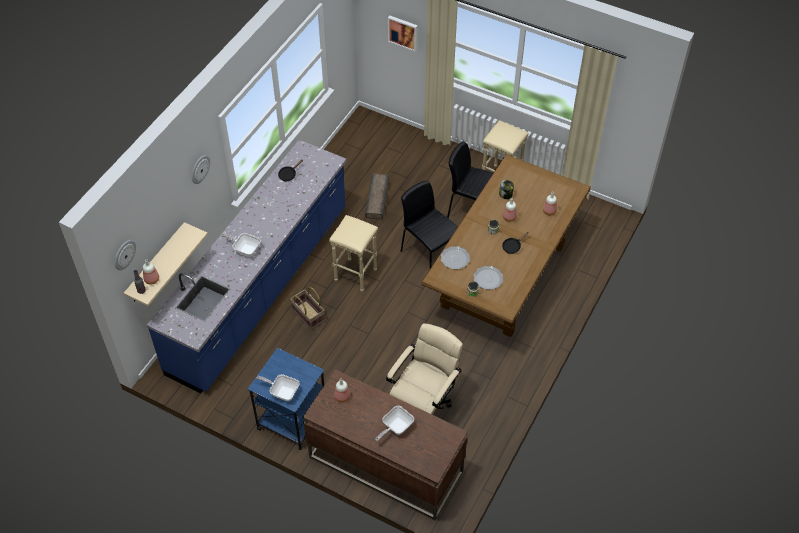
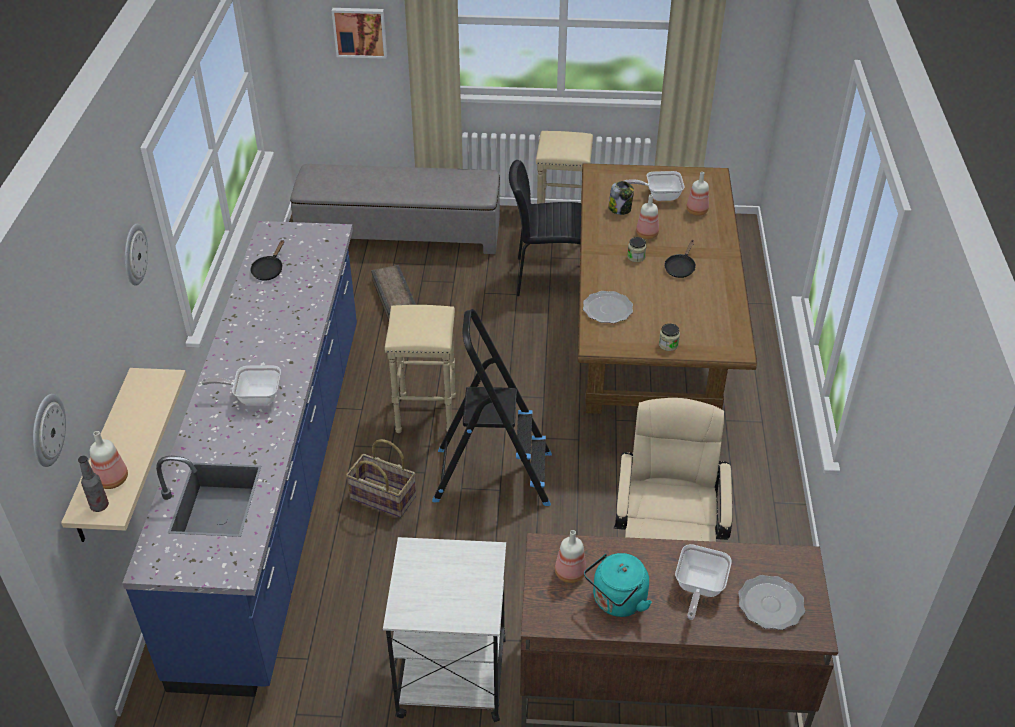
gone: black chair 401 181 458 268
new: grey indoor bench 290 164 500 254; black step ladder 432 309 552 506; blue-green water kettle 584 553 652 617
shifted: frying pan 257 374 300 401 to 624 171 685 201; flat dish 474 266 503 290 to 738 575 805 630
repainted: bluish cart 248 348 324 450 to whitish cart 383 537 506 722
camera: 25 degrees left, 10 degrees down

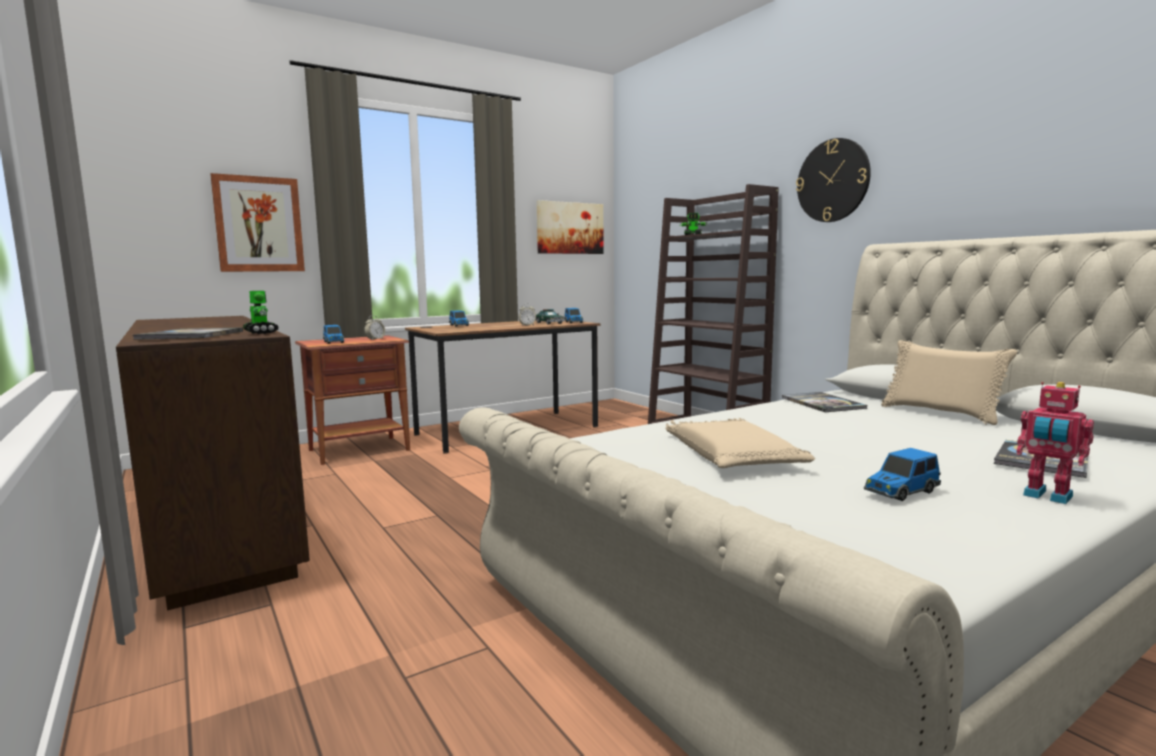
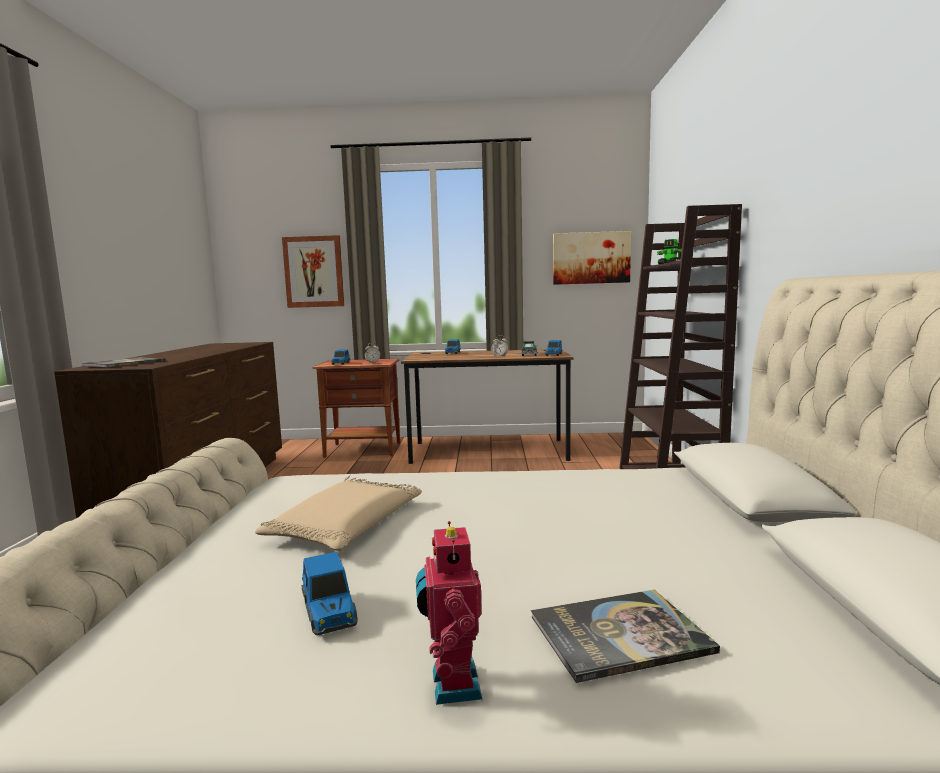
gone: robot figure 243 291 279 334; book 782 392 867 412; hanging clock 796 138 871 222; sand-coloured throw pillow 881 340 1017 425
rotated: model car 864 448 941 501 = 302 552 358 635 120 degrees counterclockwise
camera: 35 degrees right, 0 degrees up

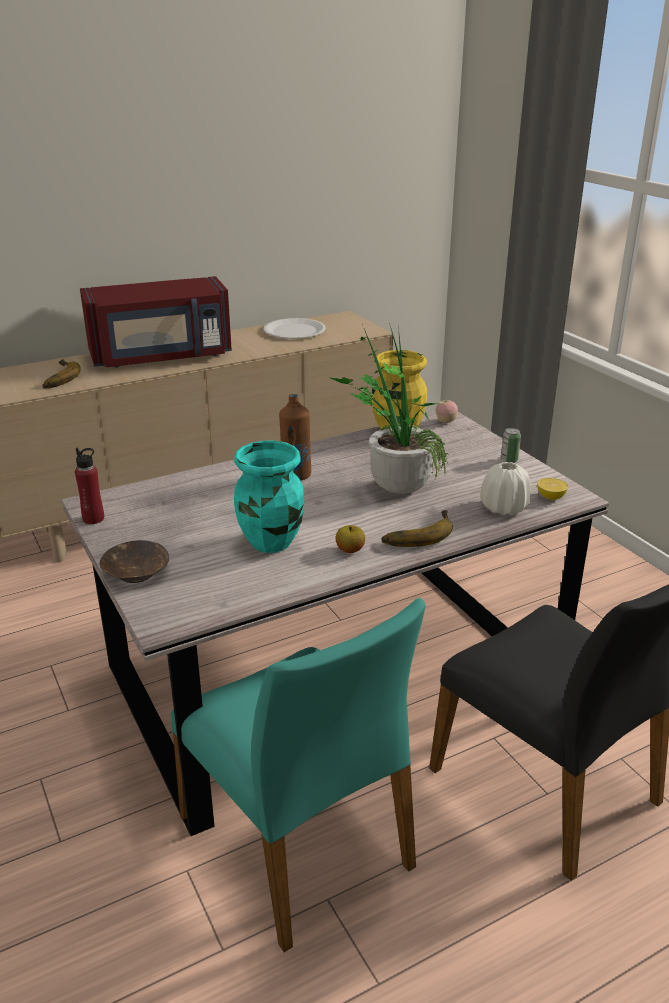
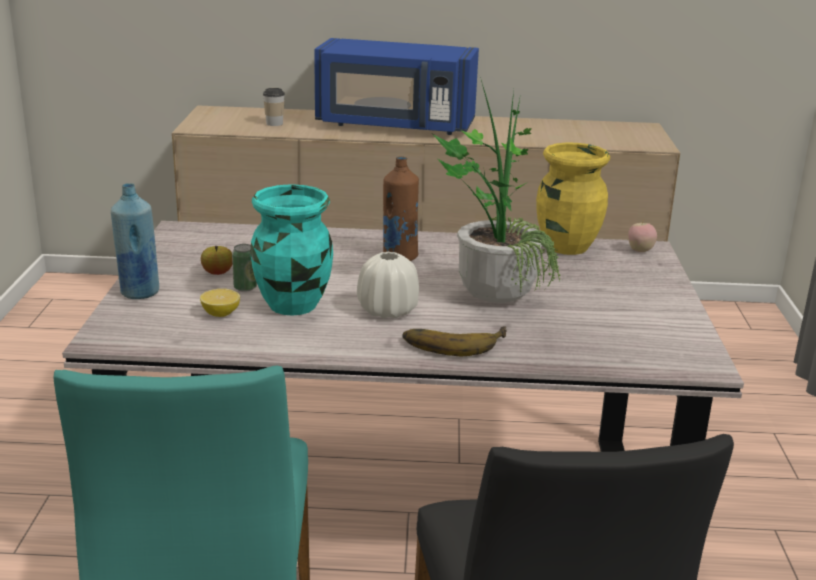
gone: red bottle 75 448 104 524; whitish flat dish 264 318 326 339
shifted: whole apple 335 525 365 553 to 201 246 232 275; whitish flower vase 480 462 531 515 to 357 252 419 318; can 501 428 521 463 to 232 244 257 292; lemon 537 478 568 500 to 200 289 240 317
swapped: banana 42 359 81 389 to small cup 263 88 285 126; brown-coloured bowl 100 540 169 583 to bluish bottle 111 183 159 299
repainted: red microwave 80 276 232 368 to bluish microwave 314 38 479 135
camera: 30 degrees right, 5 degrees down

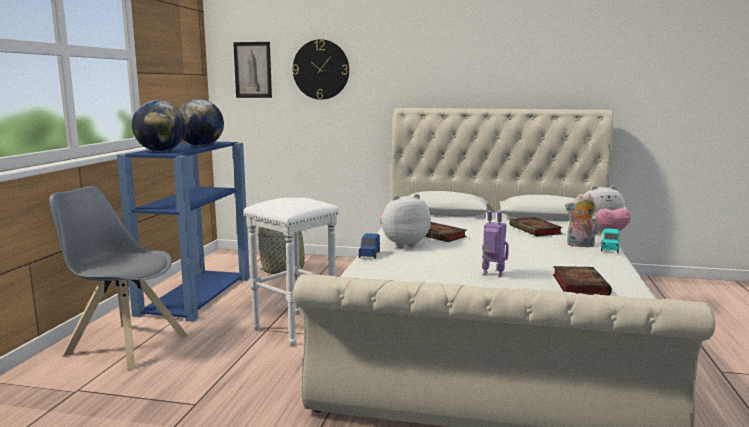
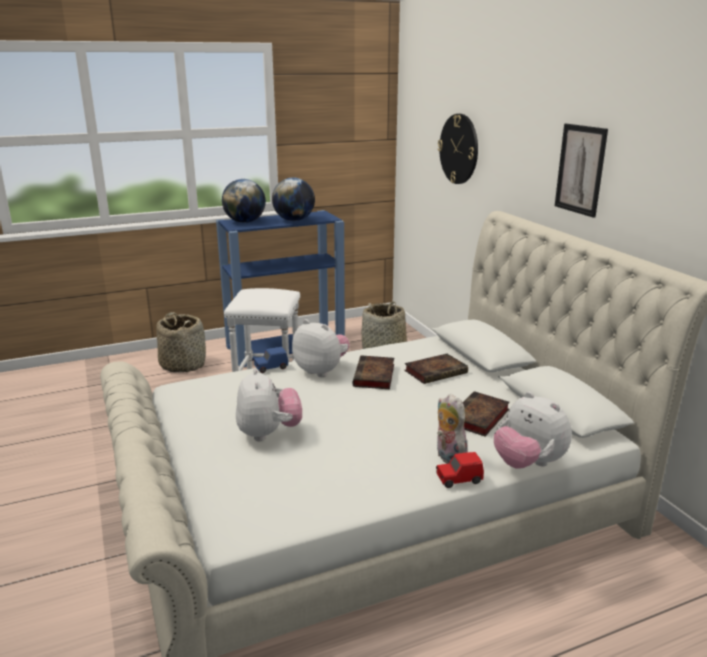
shifted: wall picture 233 42 272 98 to 555 124 608 218; book 553 266 612 295 to 404 354 468 384
swapped: grey chair 49 186 188 370 to storage basket 156 312 206 373; robot figure 482 210 509 278 to plush toy 236 368 302 441
repainted: blue-green model car 601 228 619 253 to red model car 436 452 484 488
camera: 55 degrees right, 10 degrees up

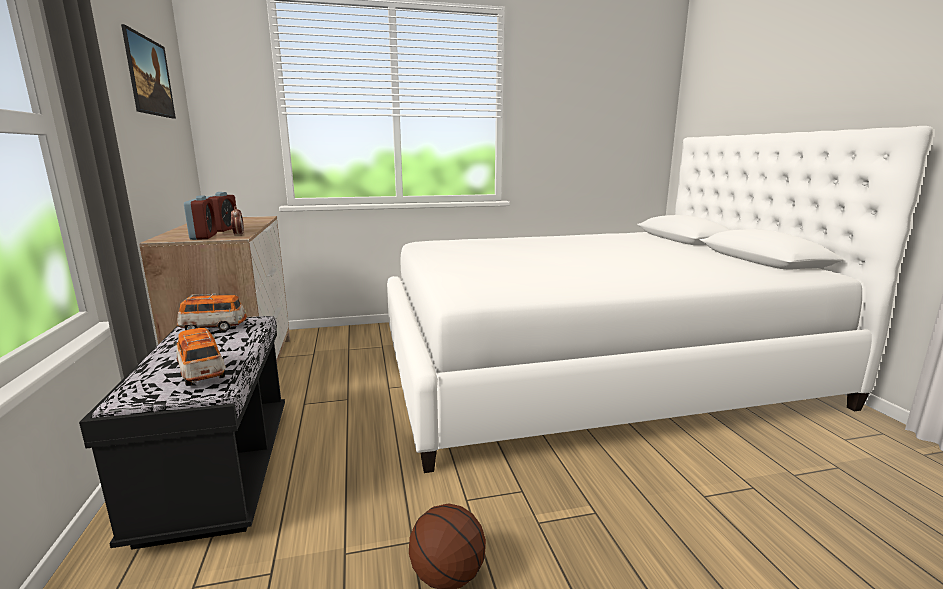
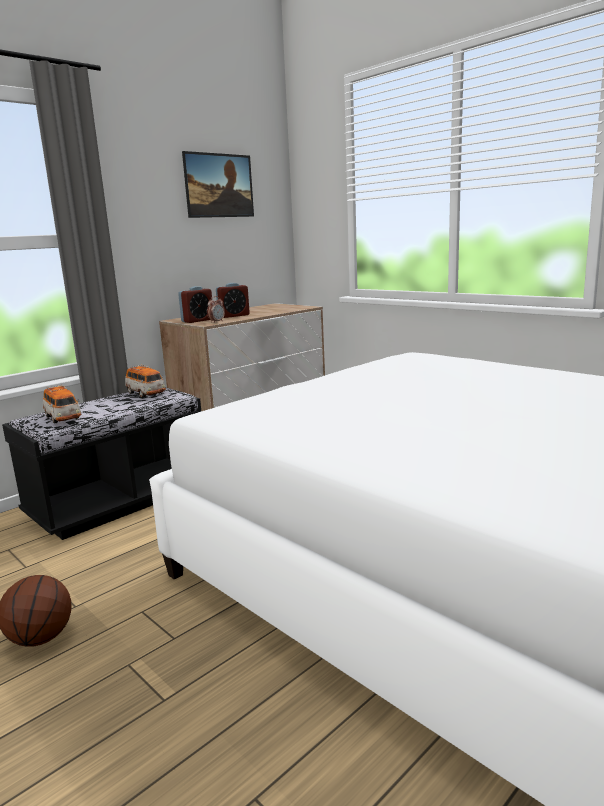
rotated: model car 173 328 226 386 = 43 385 81 424 120 degrees clockwise
camera: 60 degrees right, 0 degrees up

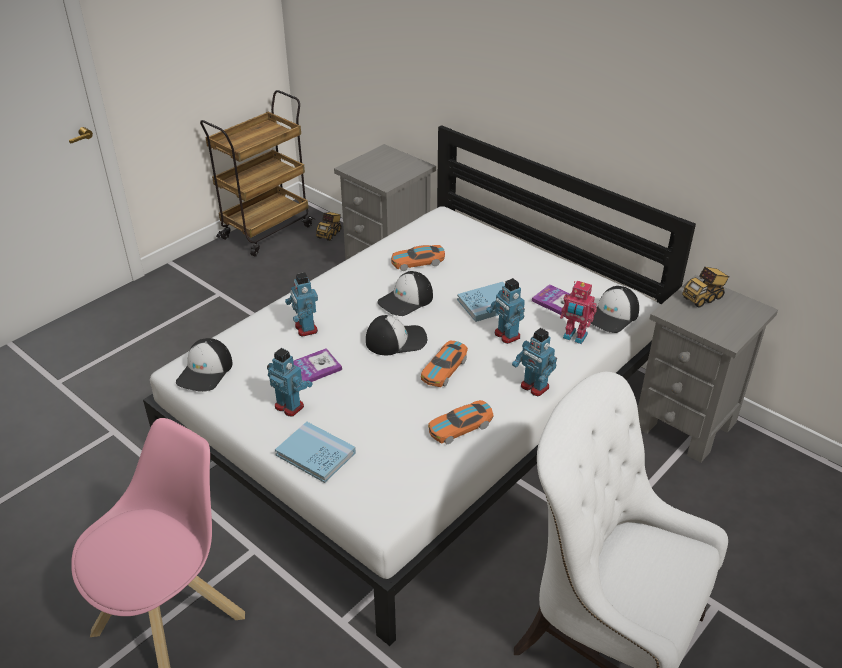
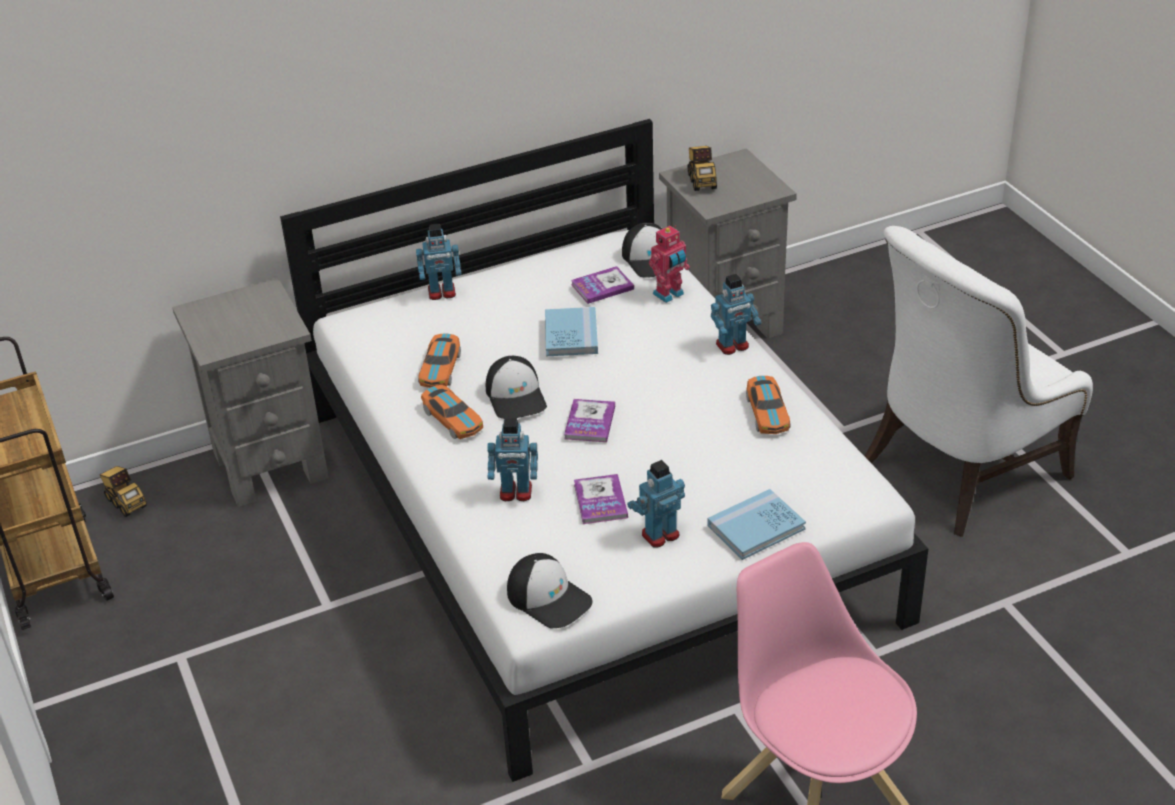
shifted: model car 421 341 468 387 to 421 385 483 439; robot figure 486 278 525 344 to 416 224 462 300
swapped: peaked cap 366 315 427 355 to book 564 399 615 442
camera: 65 degrees left, 0 degrees up

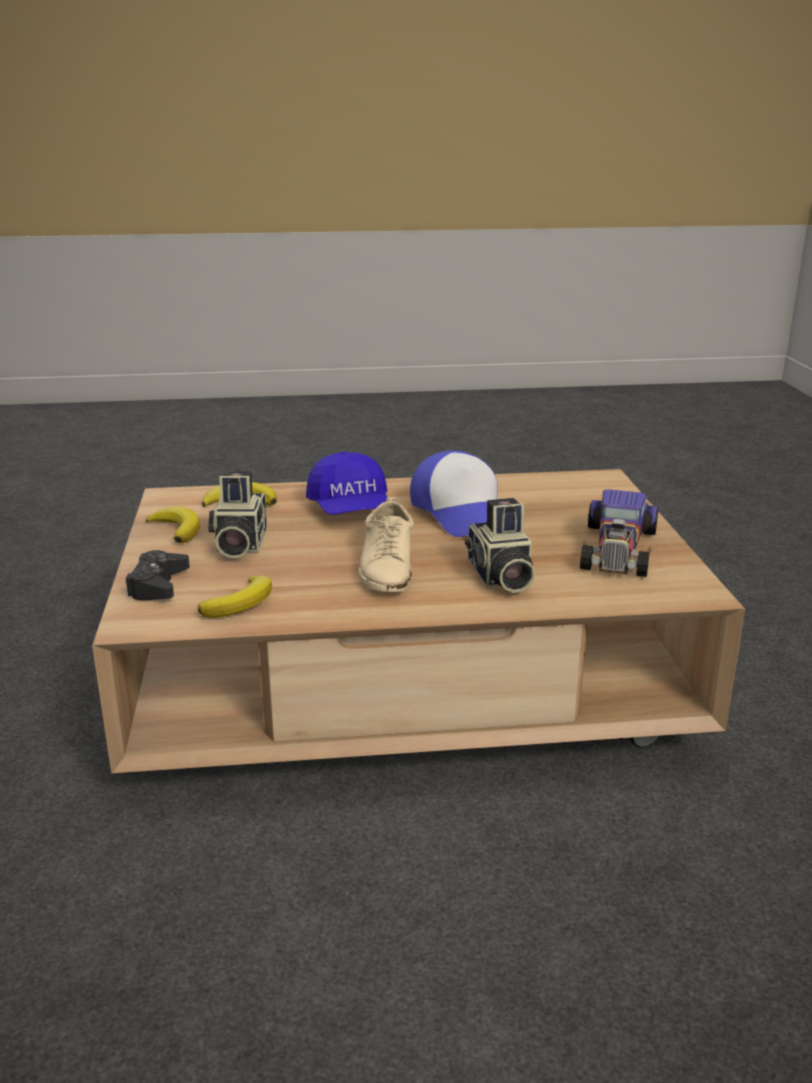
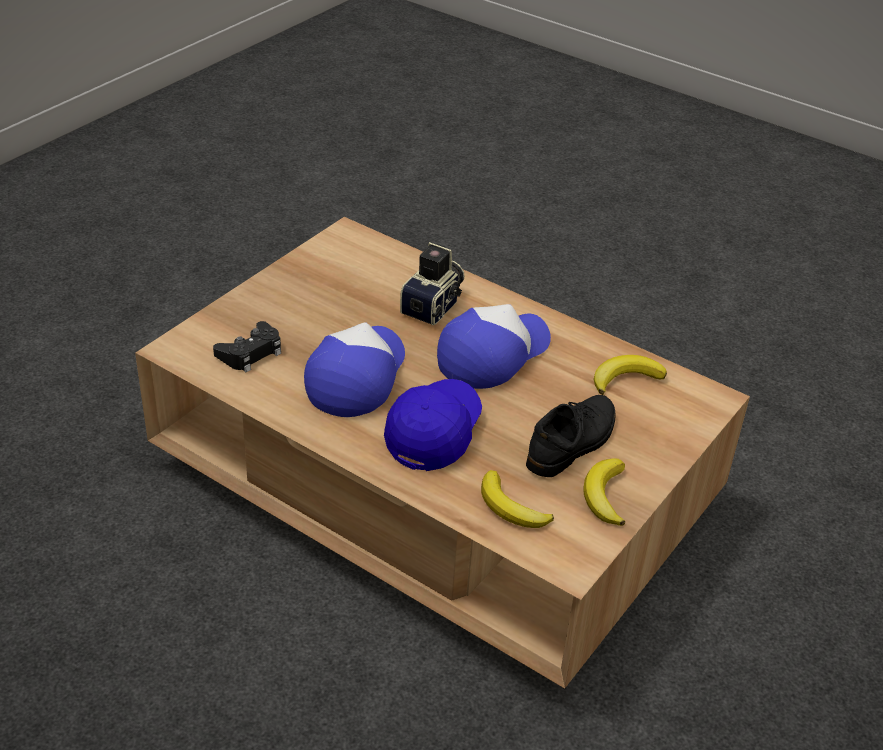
gone: model car 580 489 658 577
shifted: black gamepad 125 550 190 600 to 213 321 281 372
swapped: still camera 208 471 267 558 to black shoe 526 395 615 477; sand-coloured shoe 359 498 414 592 to peaked cap 437 304 551 389
camera: 140 degrees left, 15 degrees up

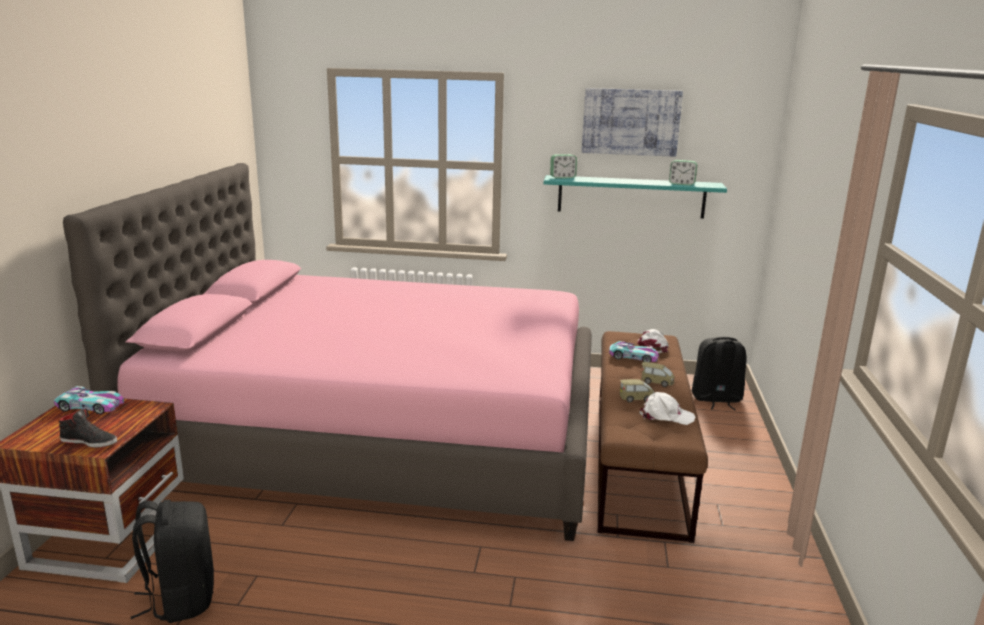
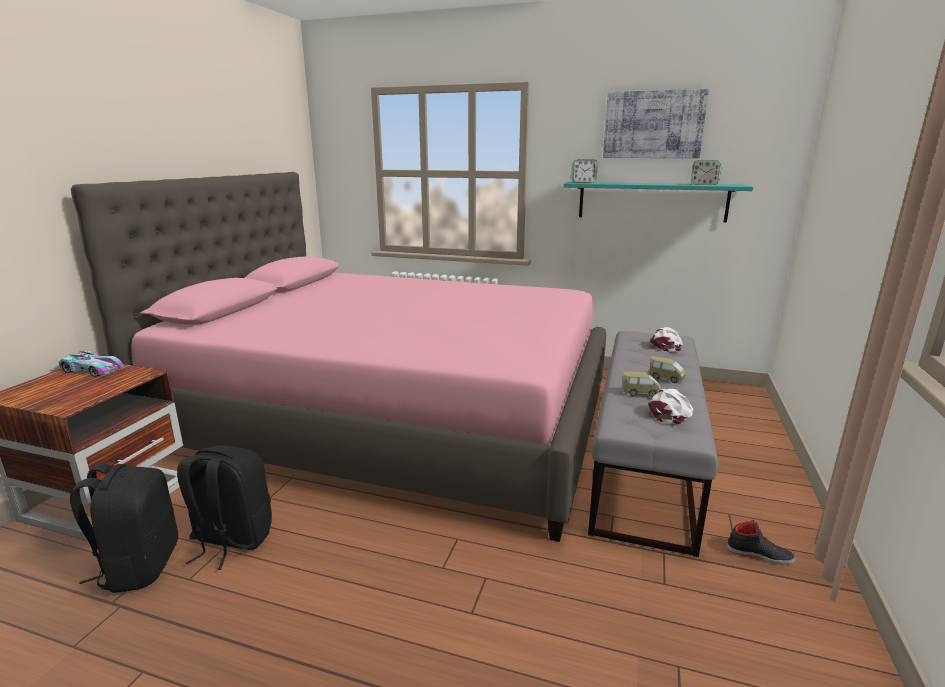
gone: model car 609 341 659 362
shifted: black shoe 59 408 117 448 to 727 520 795 564; black backpack 692 337 746 410 to 177 445 272 570
repainted: brown-coloured indoor bench 598 331 708 543 to grey indoor bench 588 331 718 557
rotated: whitish peaked cap 639 392 695 425 = 648 389 693 424 75 degrees counterclockwise
camera: 10 degrees right, 0 degrees up

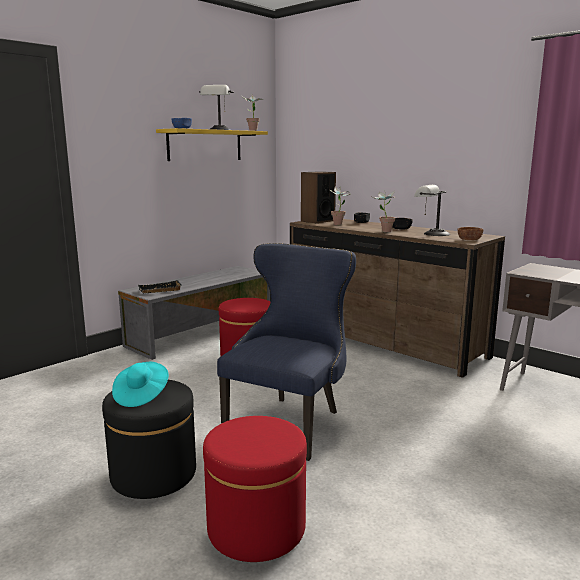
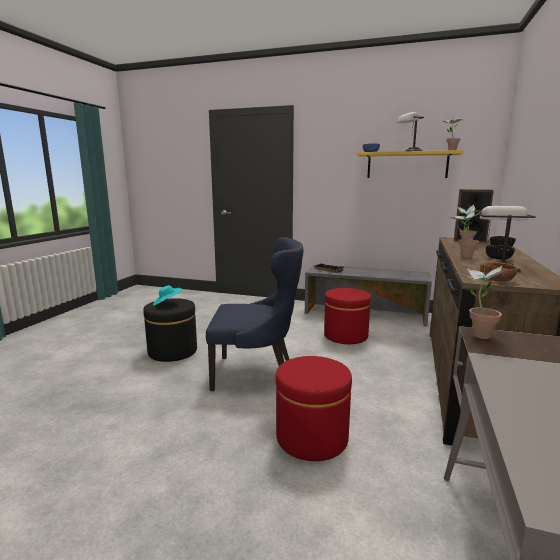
new: potted plant 457 263 506 339
shifted: red pouffe 203 416 307 562 to 276 356 352 461
camera: 65 degrees right, 0 degrees up

